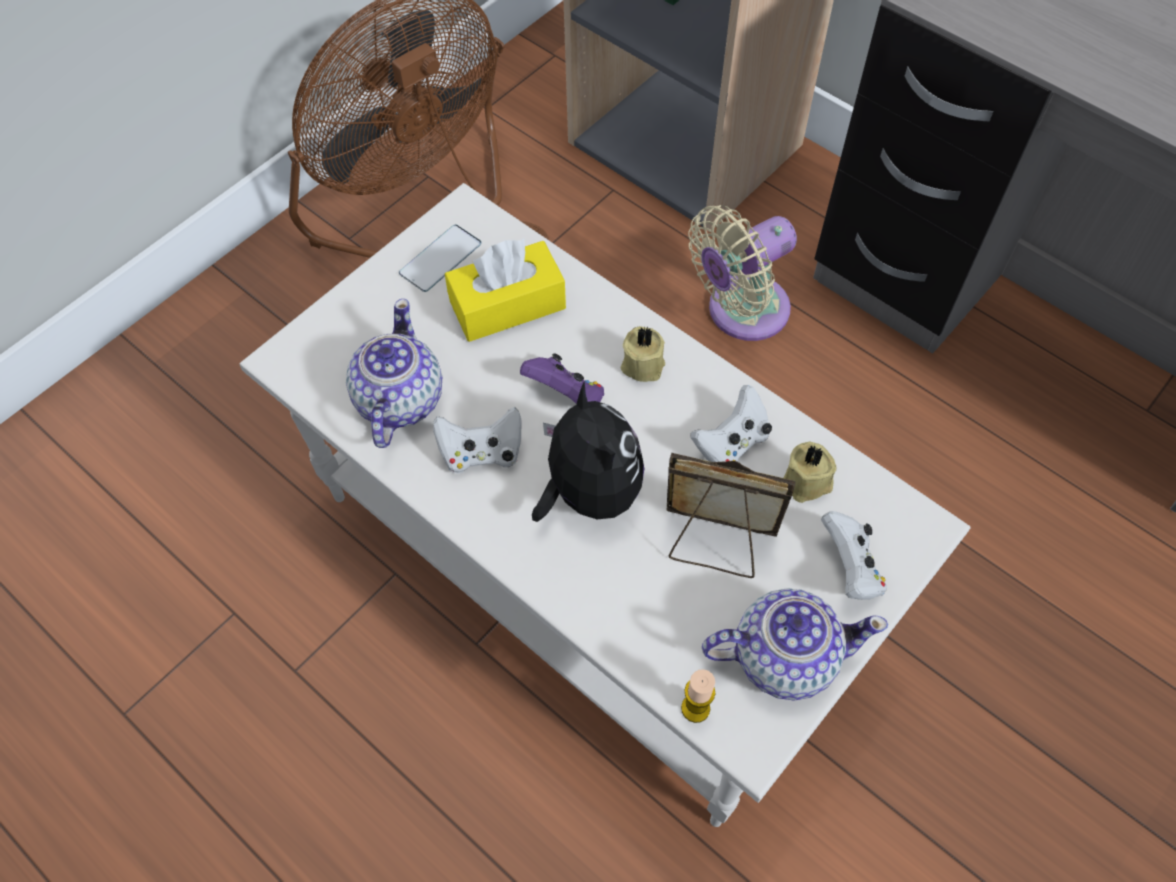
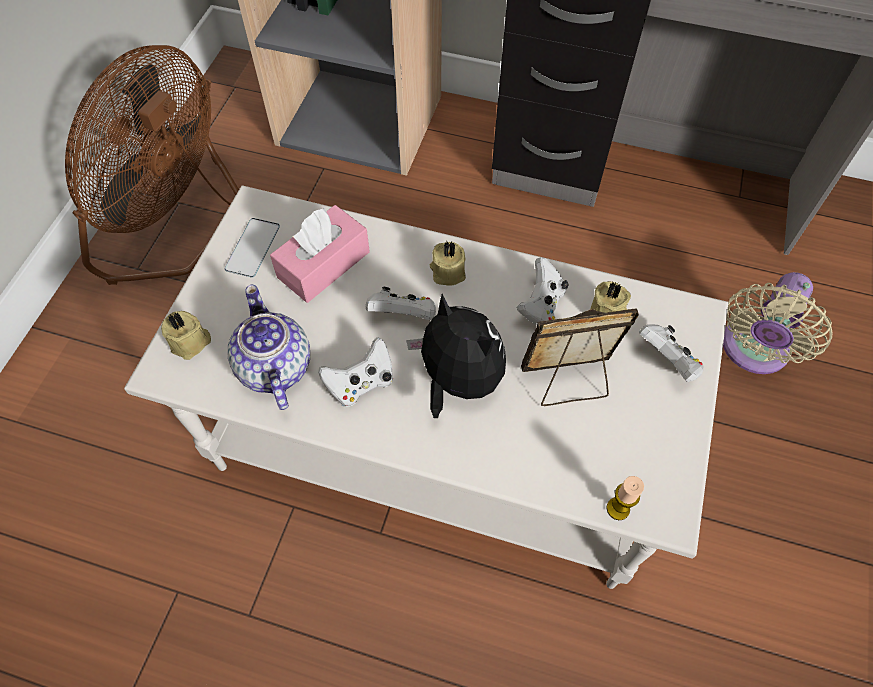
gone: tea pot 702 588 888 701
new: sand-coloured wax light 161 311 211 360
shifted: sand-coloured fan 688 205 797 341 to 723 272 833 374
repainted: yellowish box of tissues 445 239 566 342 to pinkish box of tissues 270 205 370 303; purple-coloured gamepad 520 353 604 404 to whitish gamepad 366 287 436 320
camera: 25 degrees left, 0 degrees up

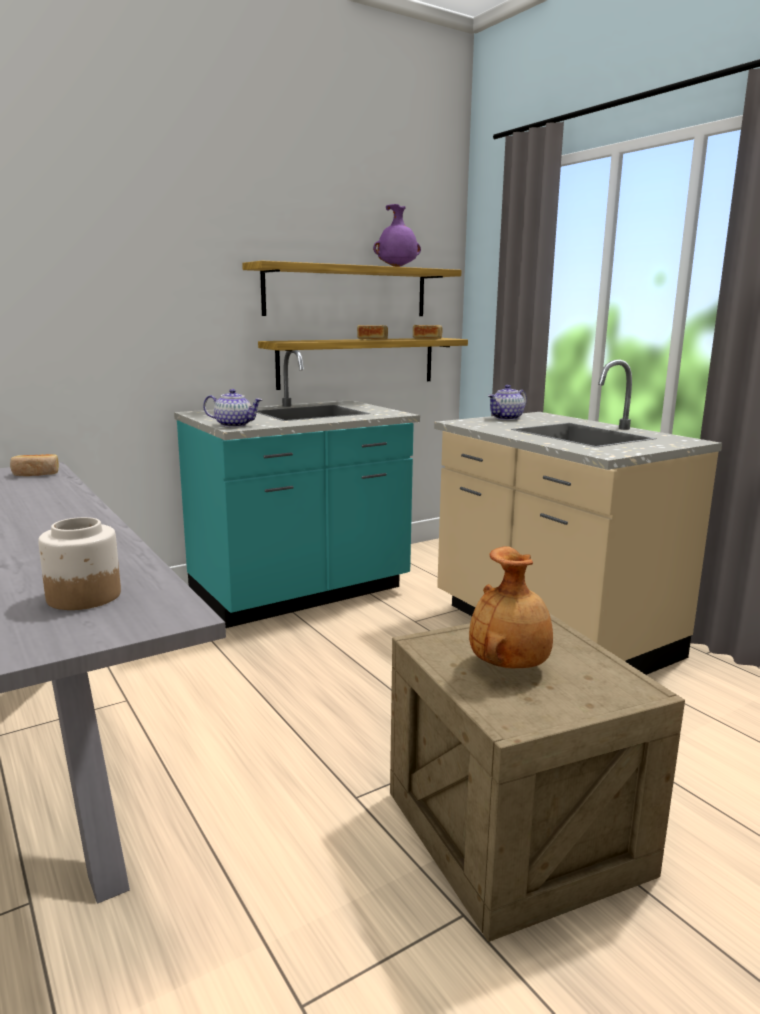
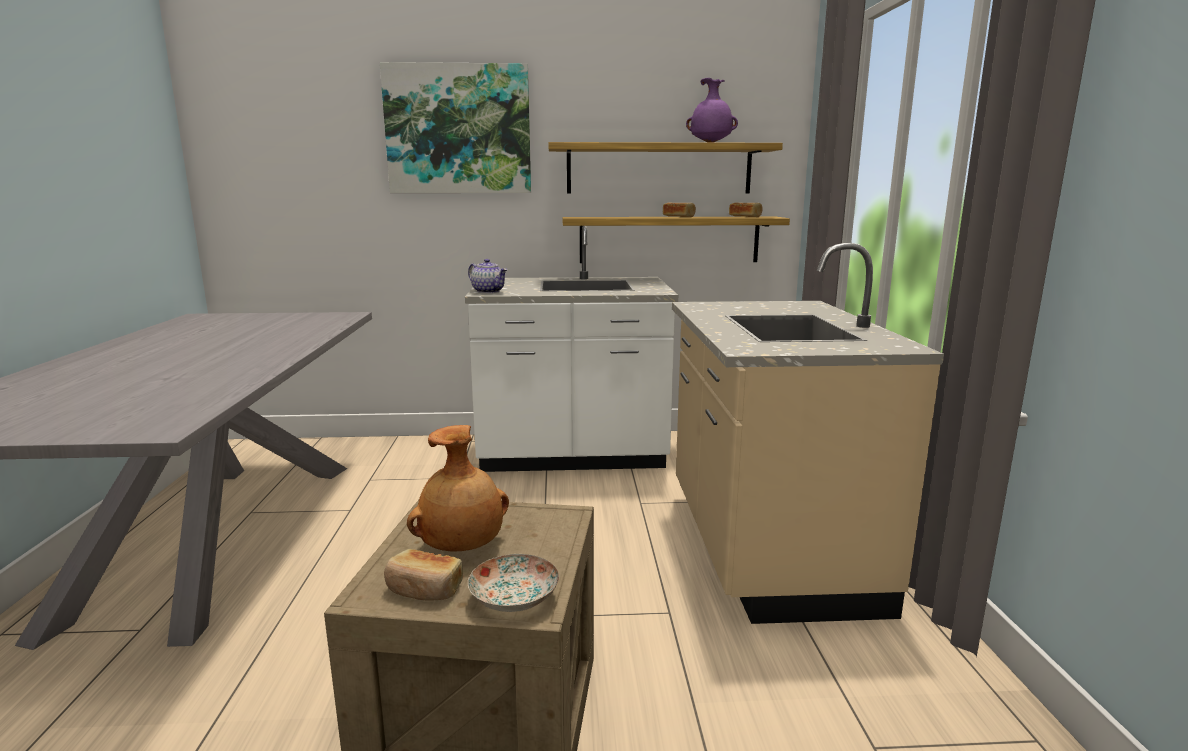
gone: storage jar 38 517 121 610; tea pot 488 385 527 420
new: wall picture 380 62 531 193; flat dish 468 554 559 612
shifted: bakery bread 10 454 59 476 to 384 549 463 601
repainted: blue-green kitchen counter 174 350 420 628 to whitish kitchen counter 465 226 678 472
camera: 30 degrees right, 0 degrees up

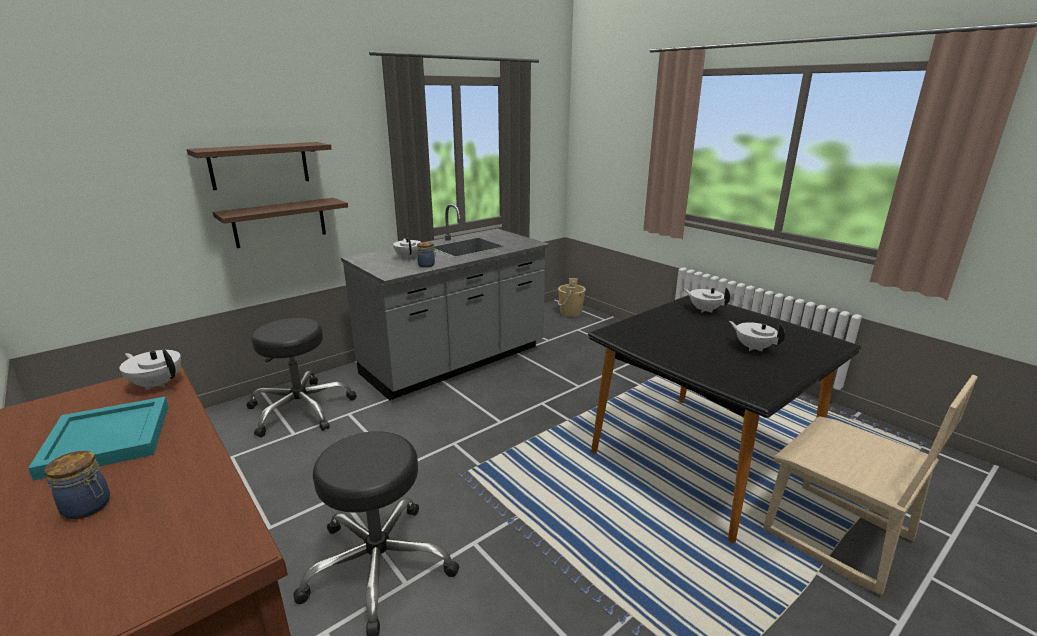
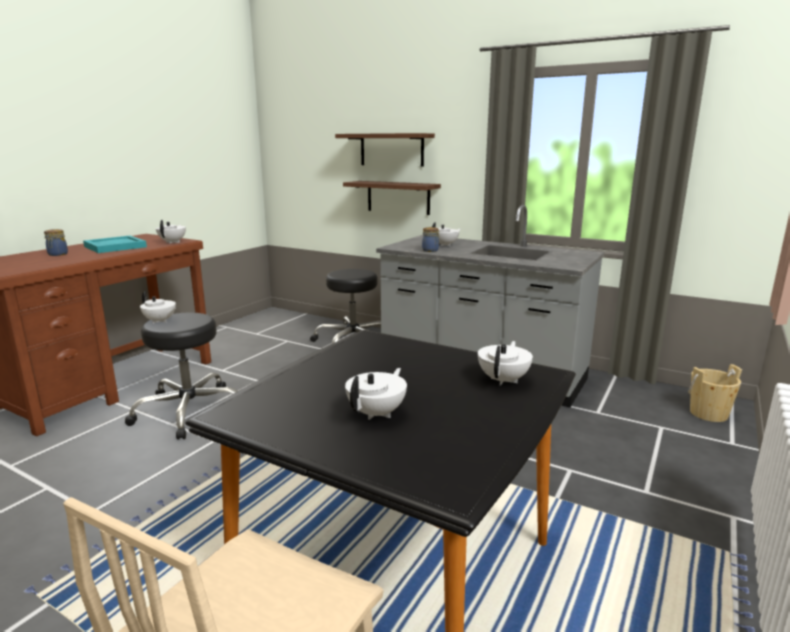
new: whitish tea pot 140 291 176 324
camera: 70 degrees right, 5 degrees down

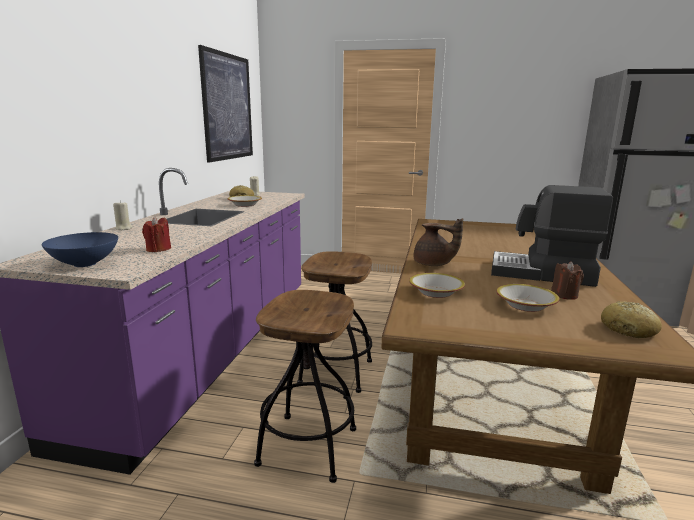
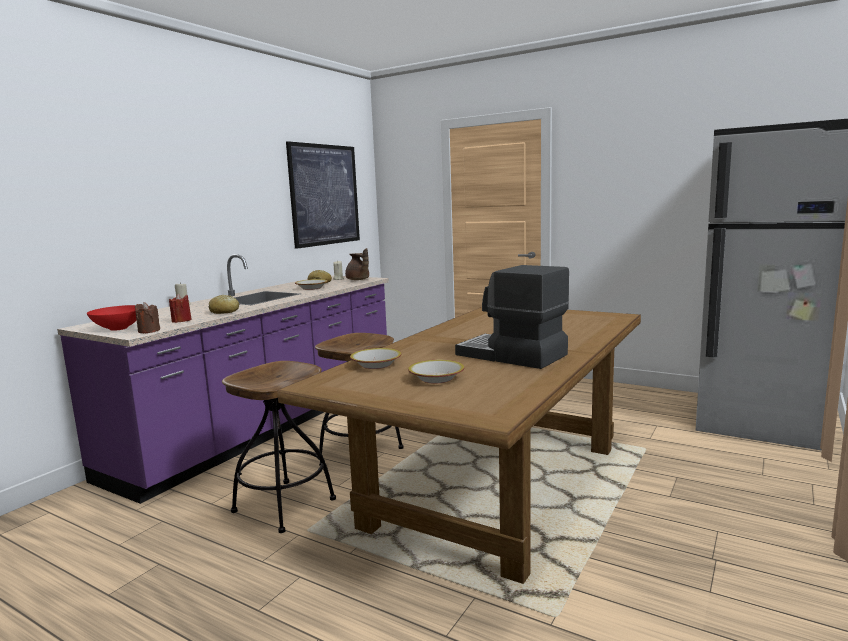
shifted: brown-coloured tea pot 414 218 463 266 to 345 248 369 280; brown-coloured wax light 551 261 584 300 to 135 302 160 333; bakery bread 601 301 662 338 to 209 295 239 314
repainted: bluish bowl 42 232 118 267 to red bowl 87 305 137 331
camera: 20 degrees right, 5 degrees down

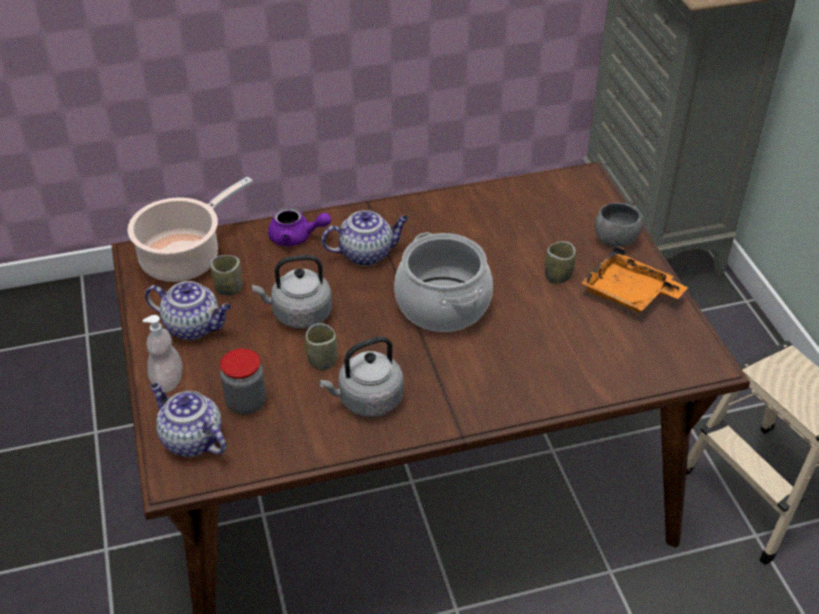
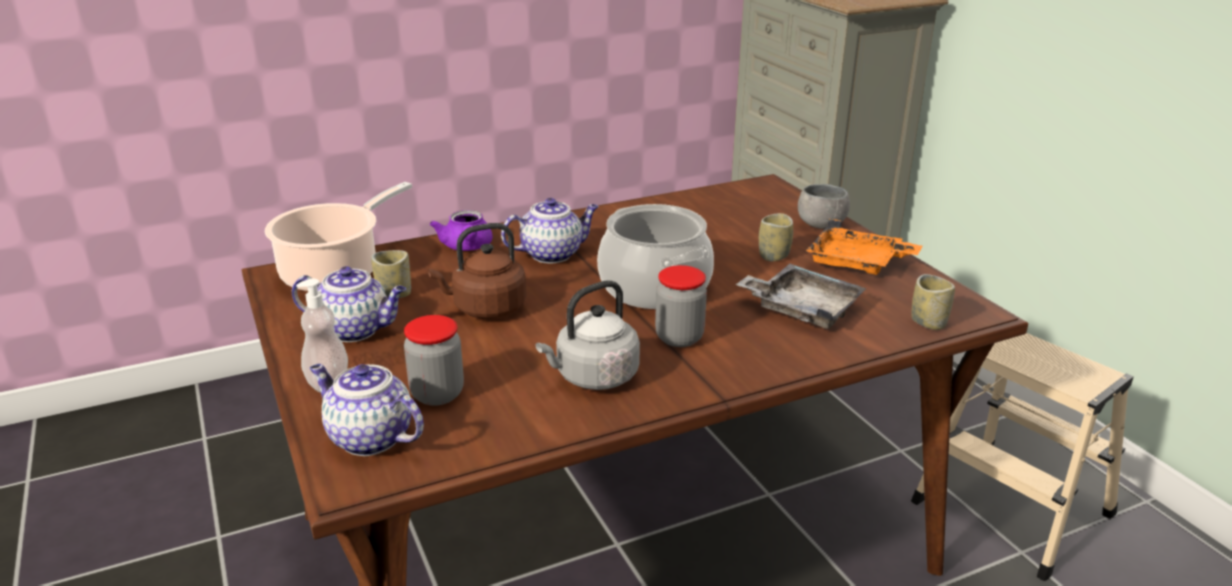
new: storage jar 655 265 707 347; grey carrying tray 735 264 867 329
shifted: small cup 305 323 338 370 to 911 274 955 330
repainted: grey water kettle 252 255 332 328 to brown-coloured water kettle 428 223 527 319
rotated: purple-coloured tea pot 268 207 331 246 = 430 210 493 251 75 degrees clockwise
camera: 10 degrees left, 15 degrees down

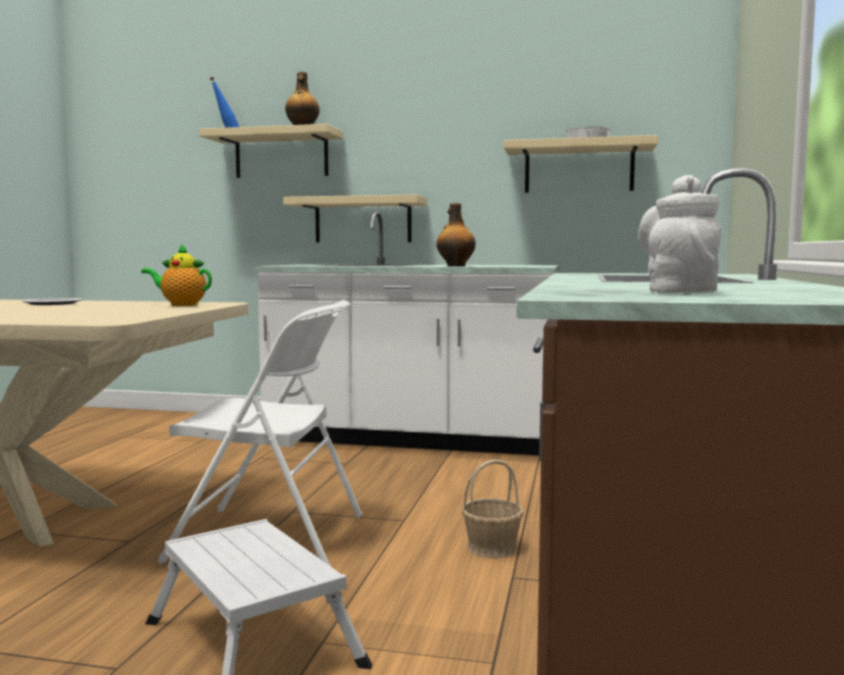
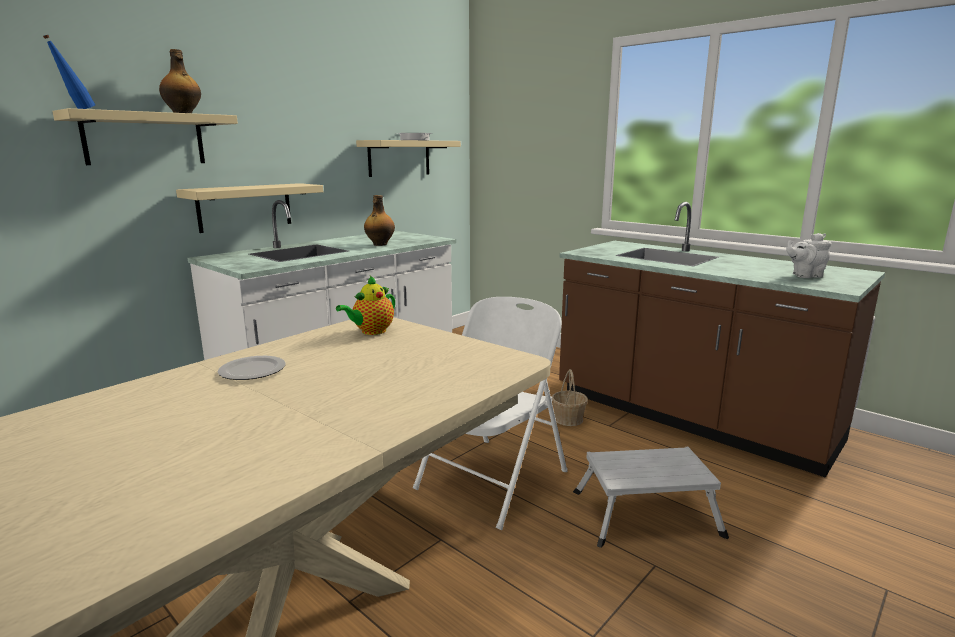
rotated: whitish tea pot 638 175 721 293 = 786 233 831 278 45 degrees counterclockwise
camera: 60 degrees left, 10 degrees up

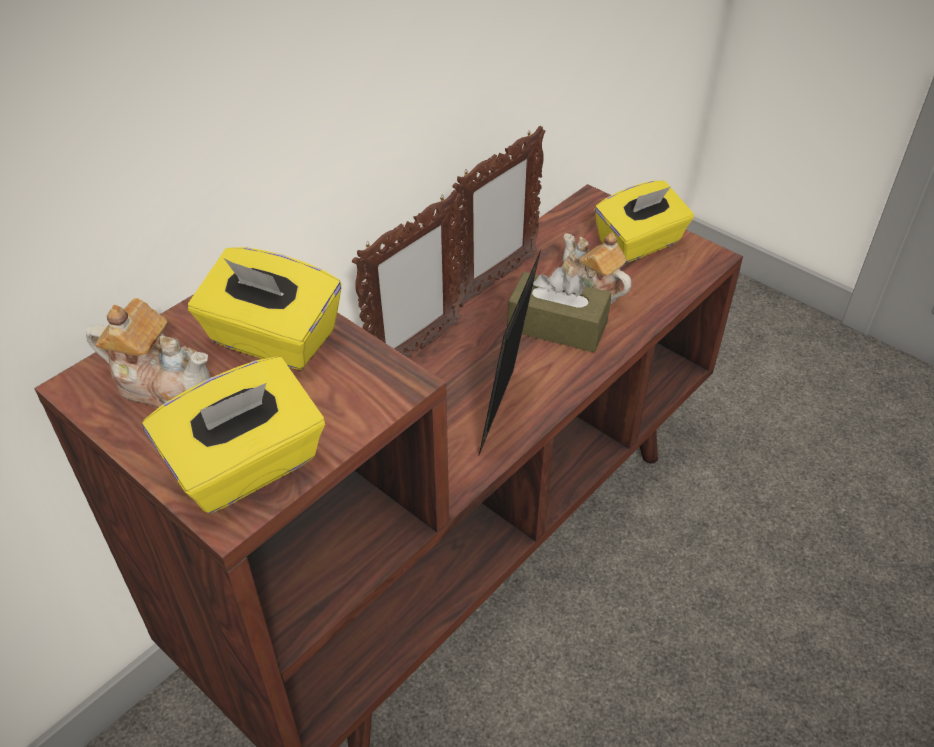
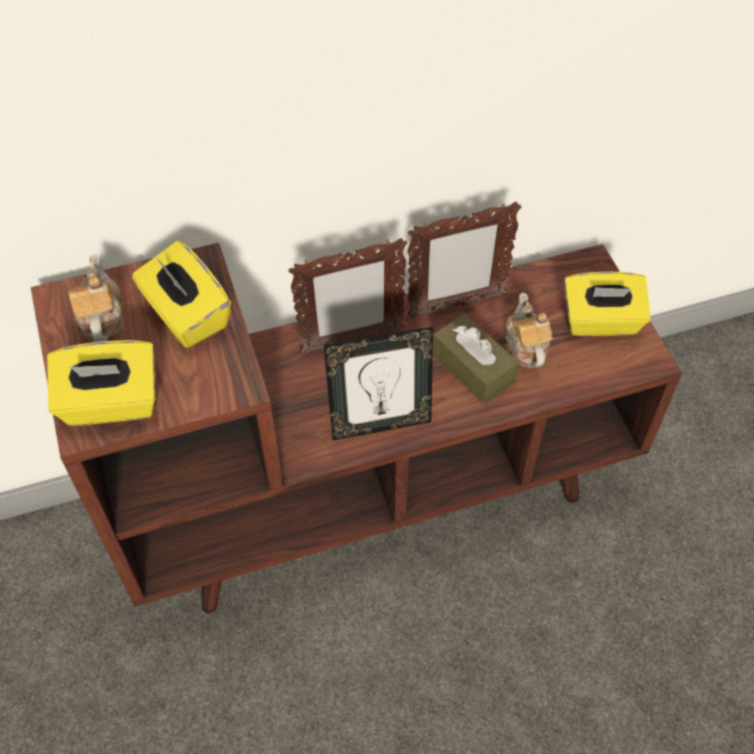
rotated: tea pot 86 298 211 408 = 69 254 124 342 150 degrees counterclockwise; photo frame 478 250 541 457 = 324 327 433 440 150 degrees counterclockwise
camera: 30 degrees right, 10 degrees up

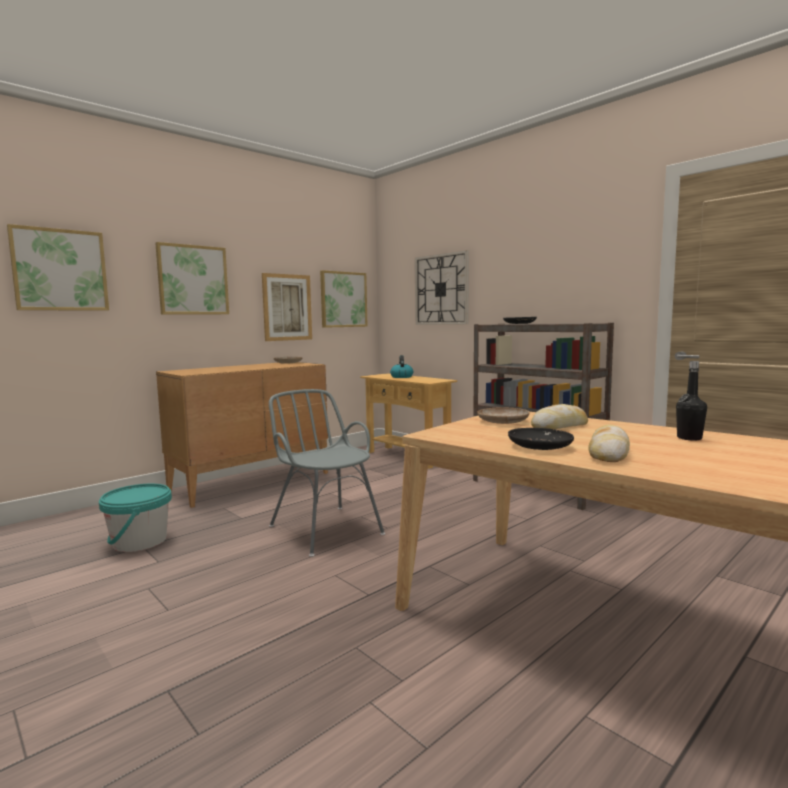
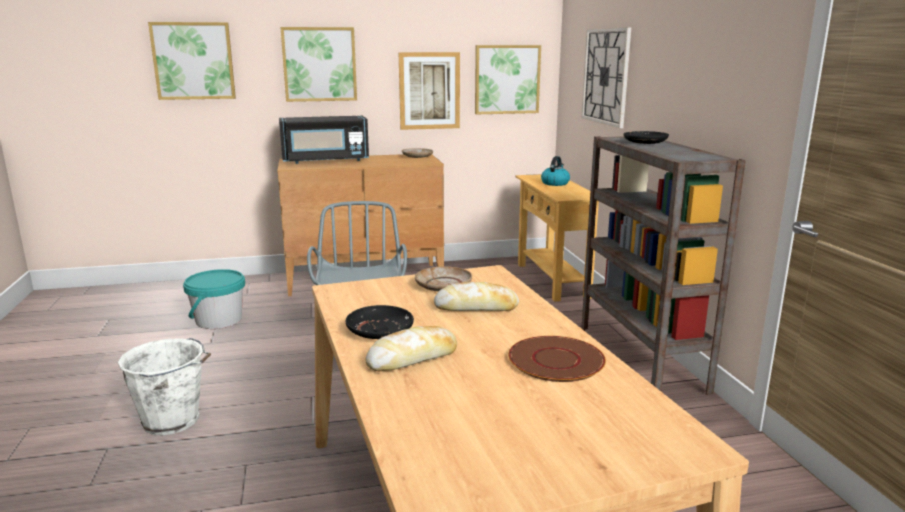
new: whitish water bucket 118 338 211 435; black microwave 279 116 369 164
swapped: black bottle 676 361 707 441 to brown-coloured flat dish 508 336 606 382
camera: 30 degrees right, 10 degrees up

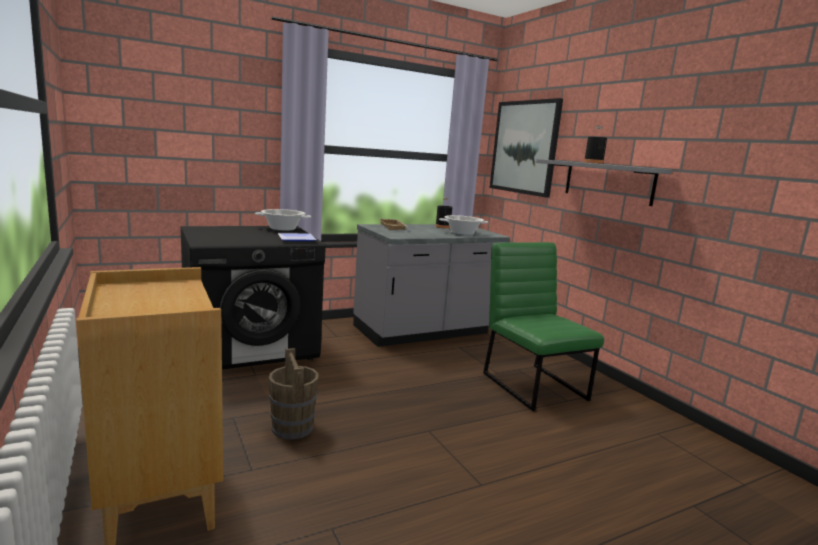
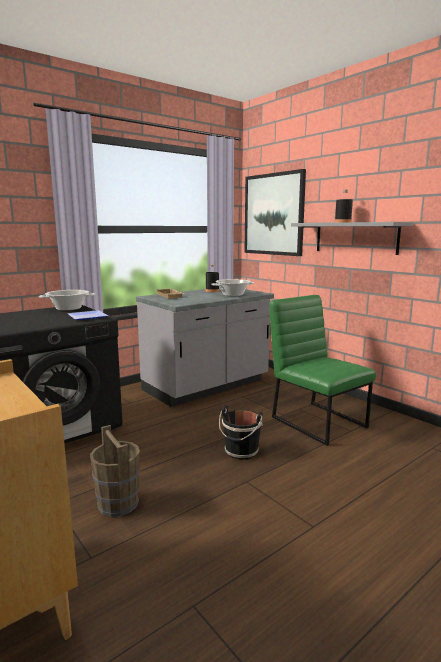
new: black water bucket 219 405 263 460
camera: 10 degrees left, 0 degrees up

